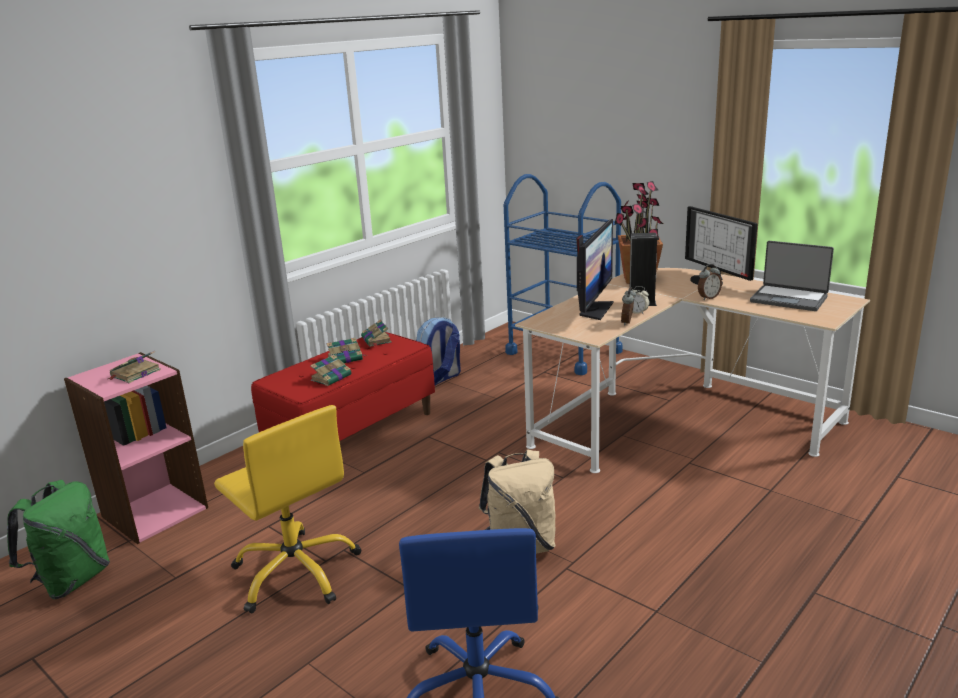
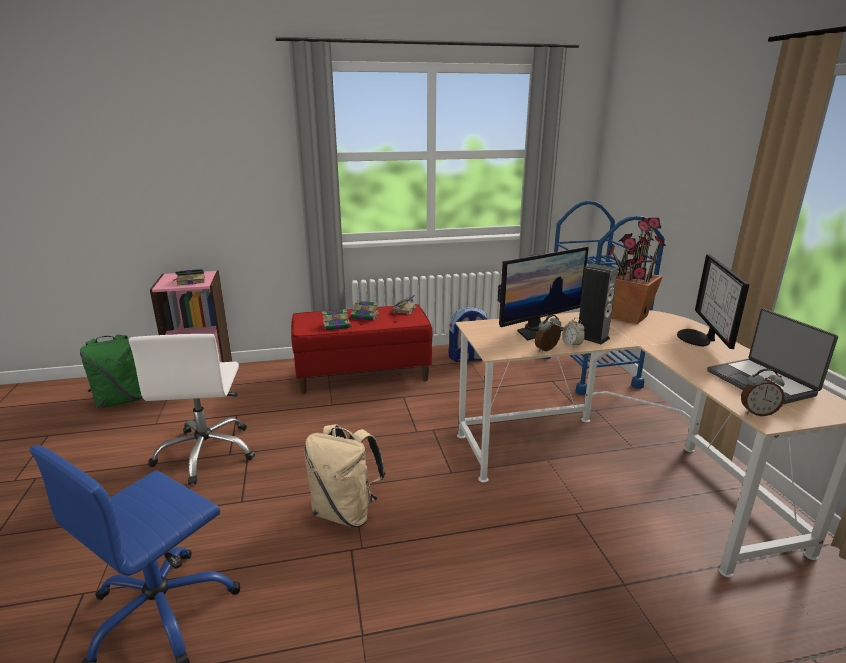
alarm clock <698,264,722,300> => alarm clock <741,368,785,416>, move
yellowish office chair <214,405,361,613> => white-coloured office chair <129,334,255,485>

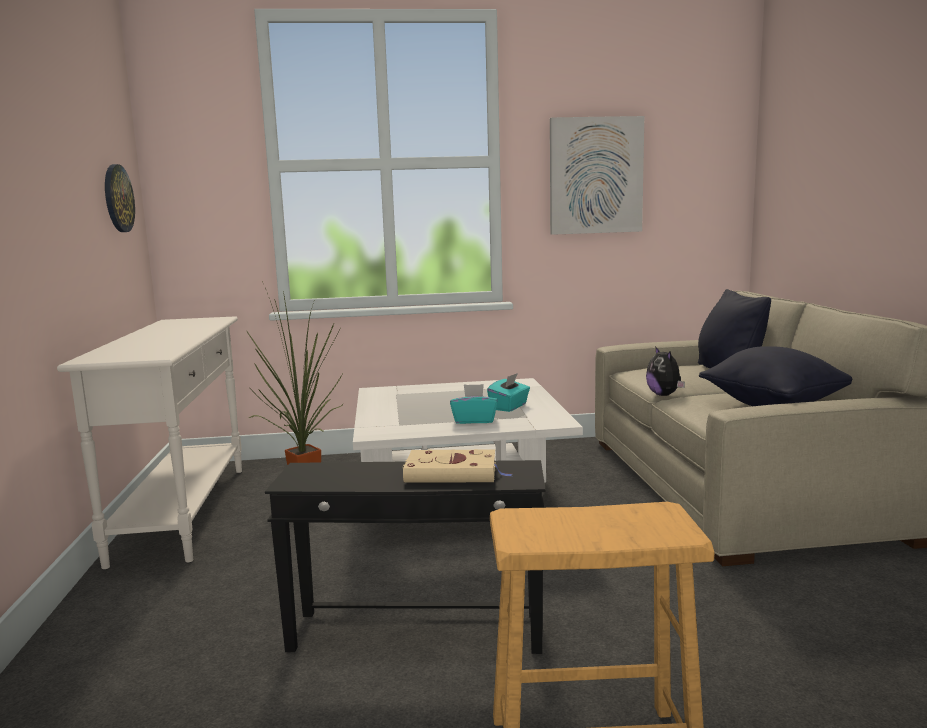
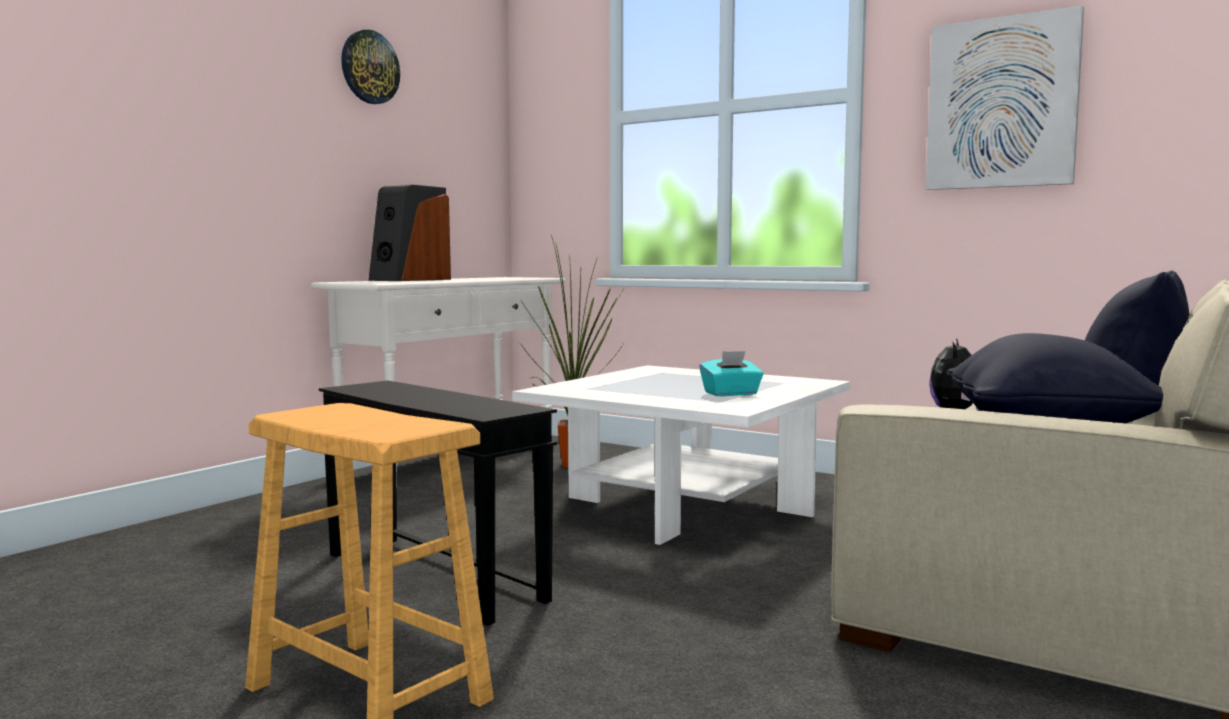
beige-coloured bound book <403,449,512,483> => nothing
blue-green tissue holder <450,384,498,424> => nothing
nothing => speaker <368,185,451,281>
wall clock <105,164,135,232> => wall clock <341,30,400,104>, move

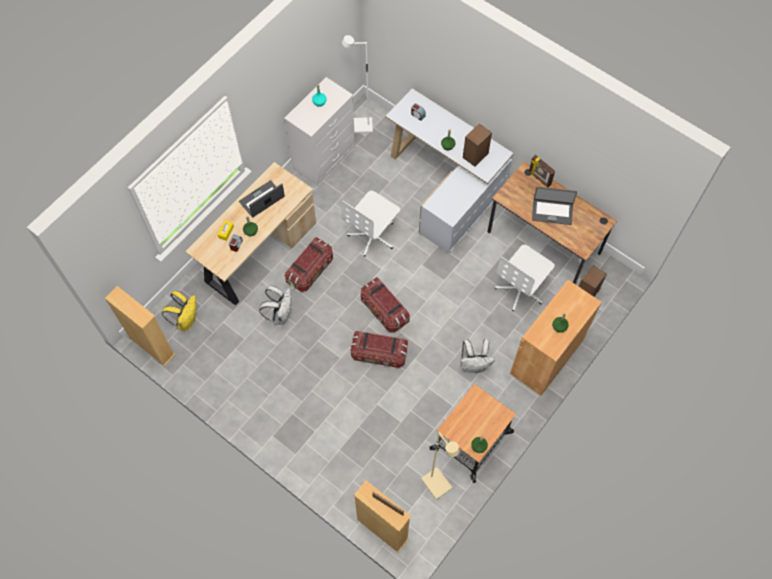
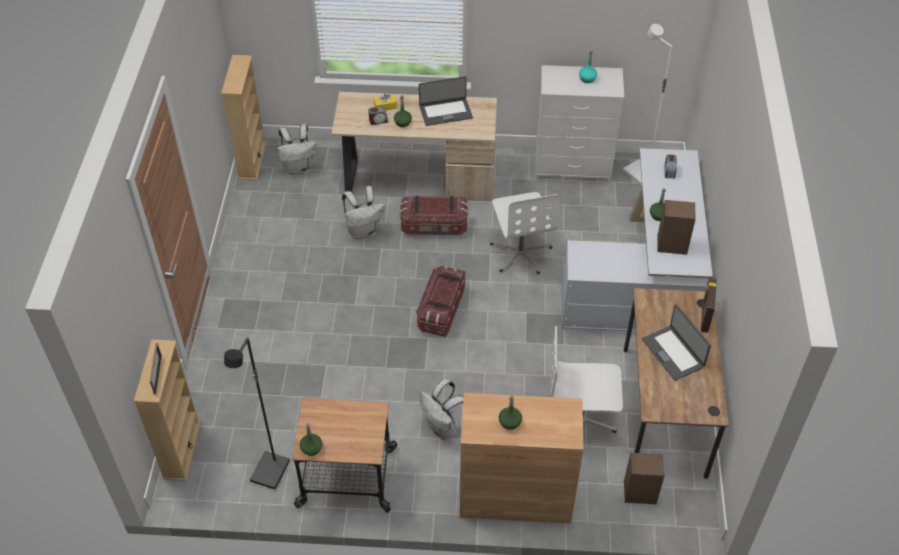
storage container <351,331,408,368> => nothing
yellowish backpack <162,291,197,331> => white-coloured backpack <278,124,317,175>
beige-coloured standard lamp <421,432,460,500> => black standard lamp <224,337,290,489>
laptop <239,180,285,217> => laptop <419,76,473,126>, 150 degrees clockwise
white-coloured office chair <341,191,400,256> => white-coloured office chair <490,192,560,274>, 105 degrees counterclockwise

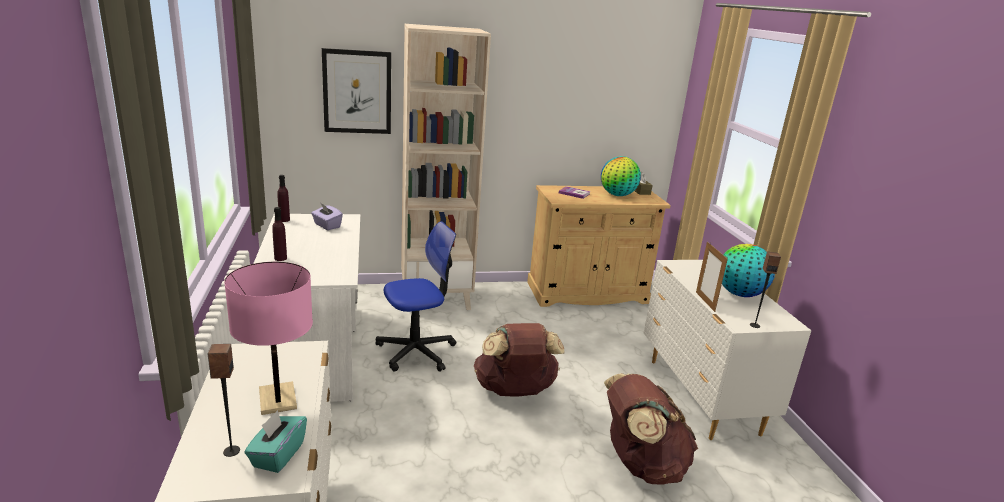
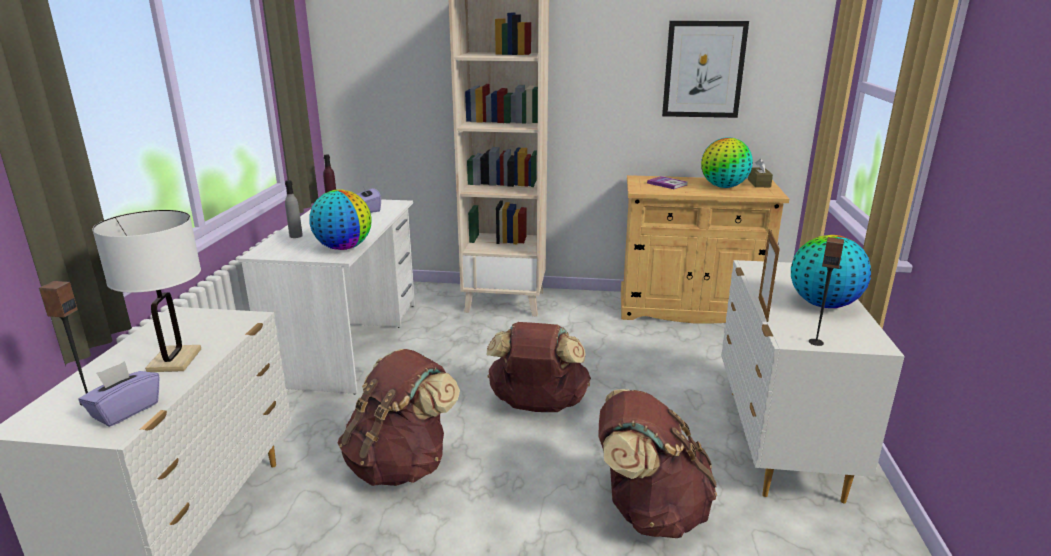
office chair <375,221,456,372> => nothing
nothing => world globe <309,189,371,250>
nothing => brown backpack <338,349,460,486>
wall art <322,48,391,134> => wall art <662,21,749,118>, move
pink-coloured lamp for a table <224,262,313,415> => white-coloured lamp for a table <92,210,201,372>
blue-green tissue holder <244,410,307,473> => purple tissue holder <79,361,159,427>
purple beverage bottle <272,207,287,261> => grey beverage bottle <285,180,303,238>

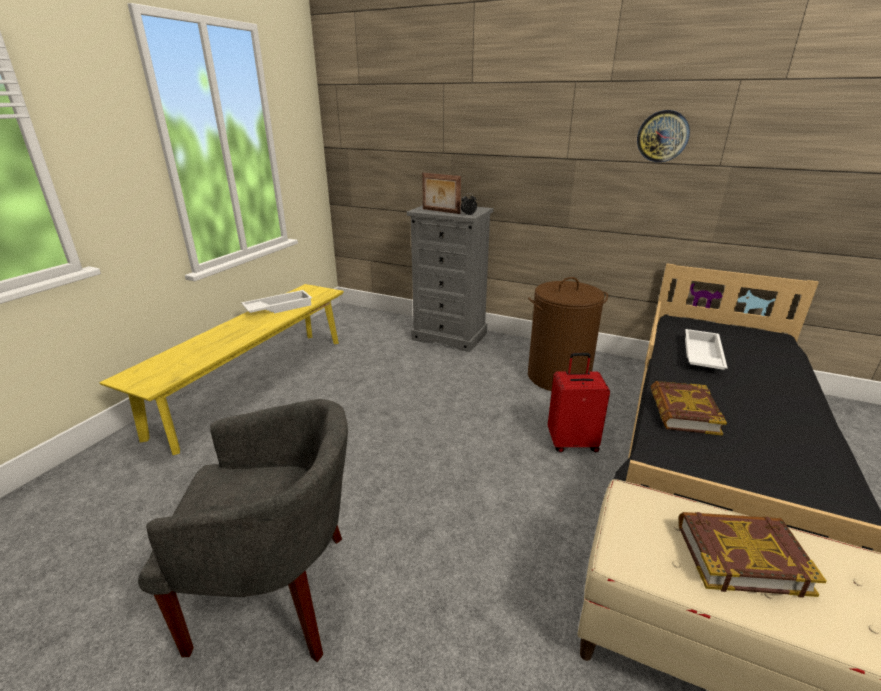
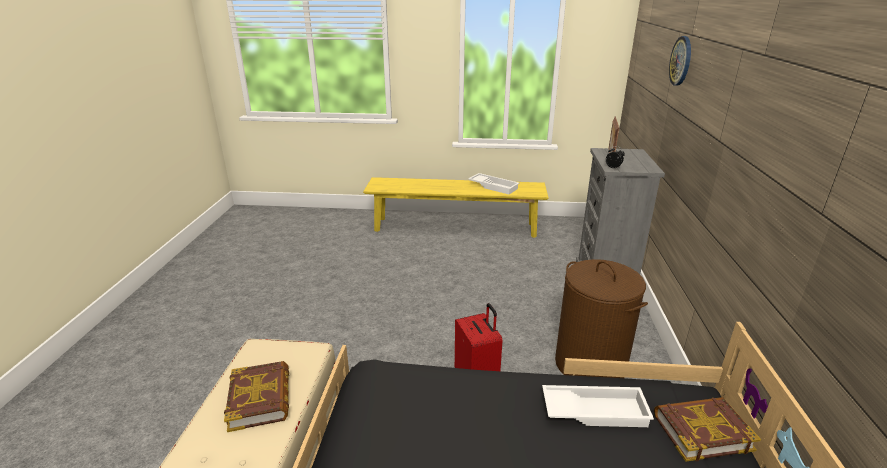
grey armchair <138,399,348,662> => nothing
wall clock <637,110,690,162> => wall clock <669,36,691,85>, move
bound book <651,381,727,436> => bound book <654,397,761,462>, move

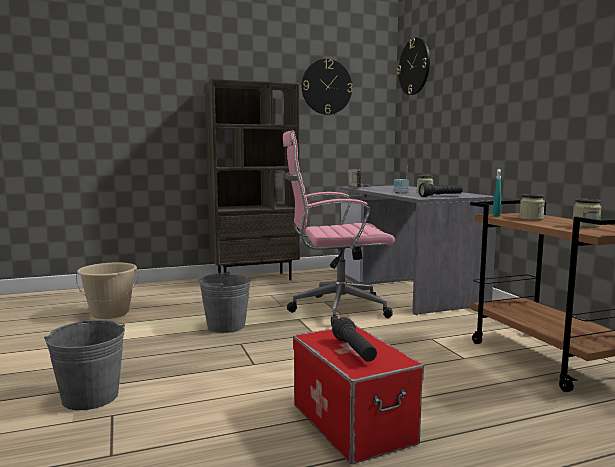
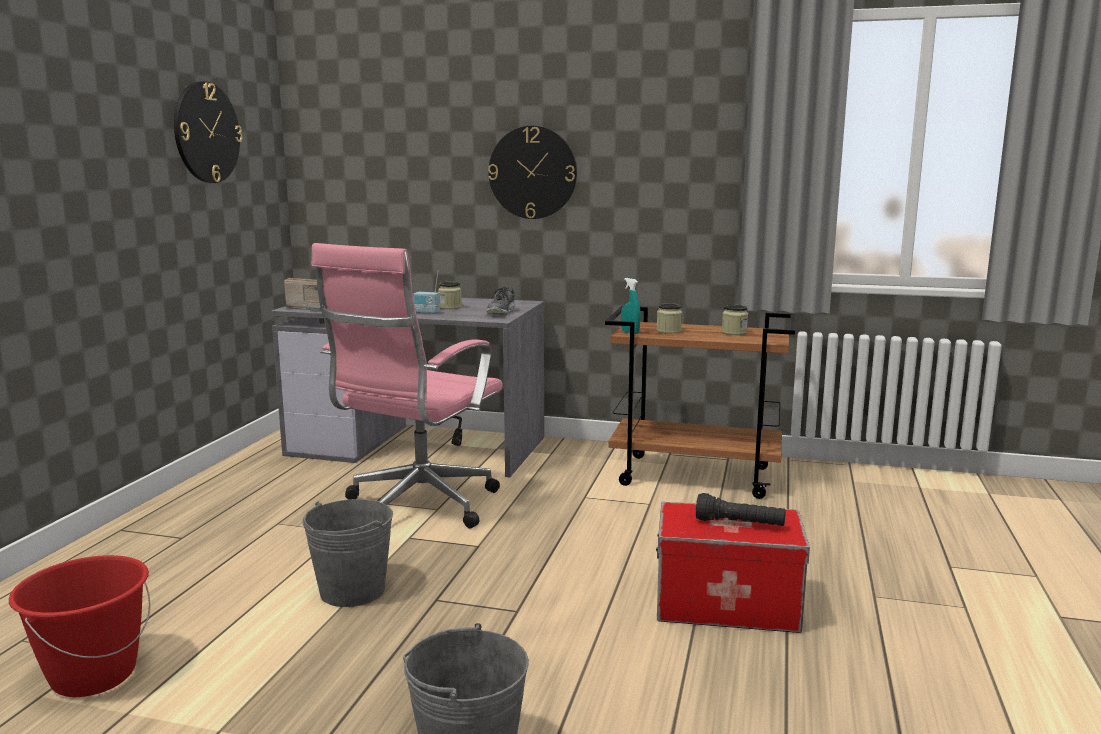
brown shelving unit <204,79,300,280> => nothing
wall clock <397,37,430,95> => wall clock <488,126,577,219>, move
black flashlight <419,183,463,197> => shoe <487,287,515,316>
beige-coloured water bucket <76,263,138,319> => reddish water bucket <9,555,151,697>

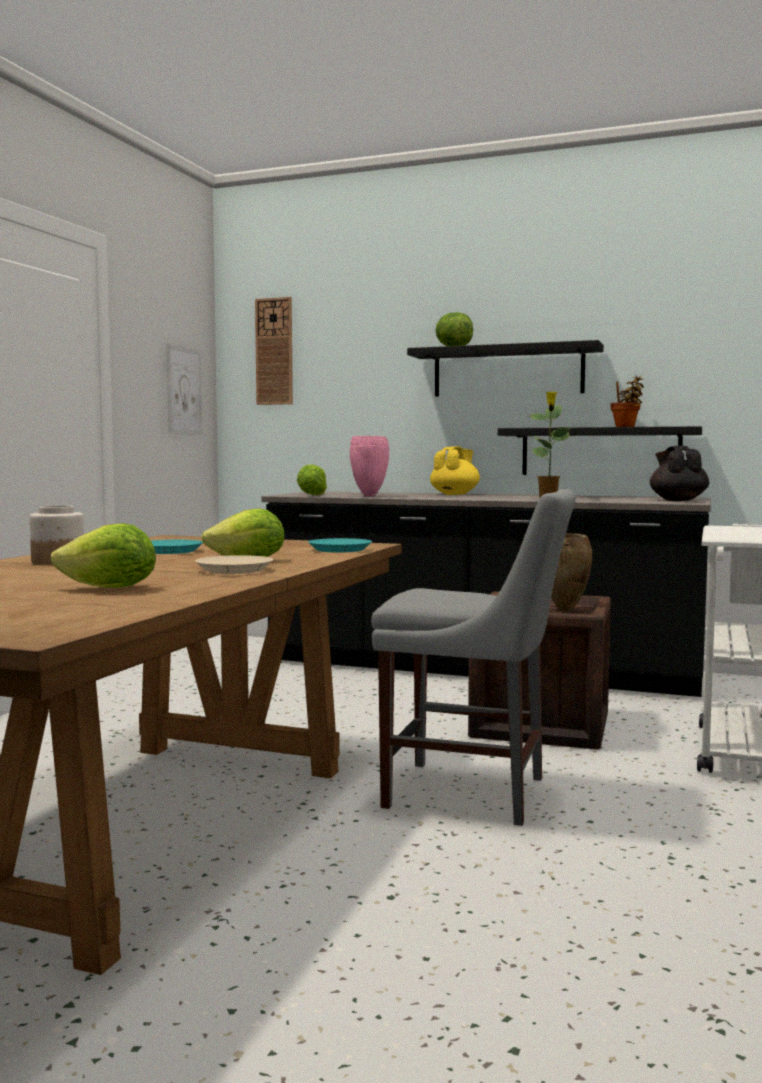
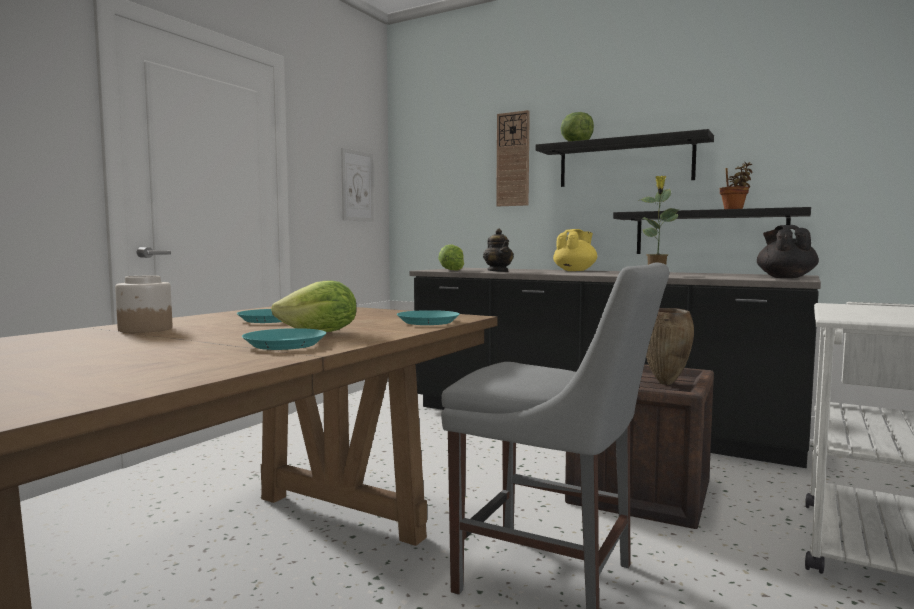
lettuce head <51,523,156,588> => nothing
wall clock <255,297,293,405> => wall clock <496,110,530,206>, move
pink-coloured decorative vase <350,436,389,496> => tea pot <483,229,514,272>
beige-coloured dinner plate <195,555,273,574> => blue-green dinner plate <242,328,326,350>

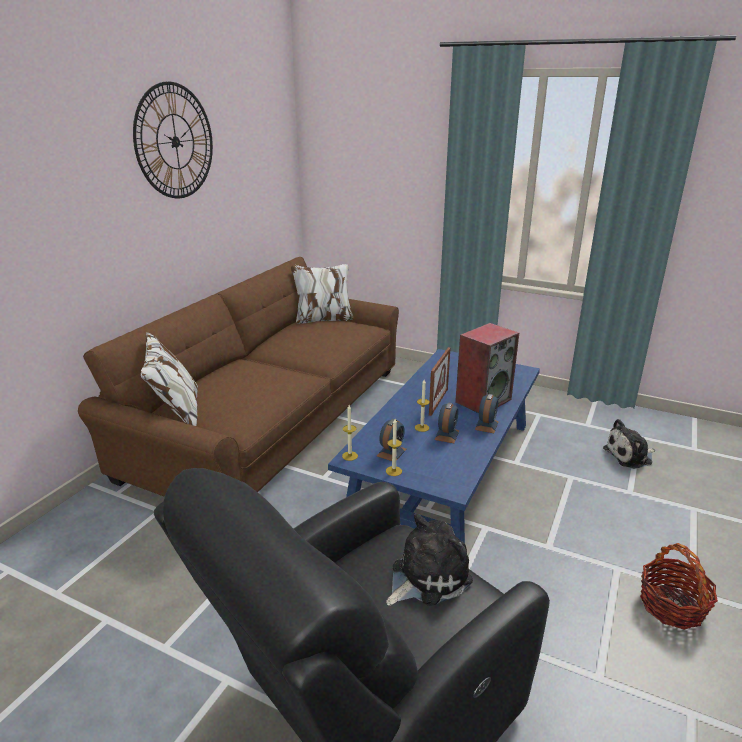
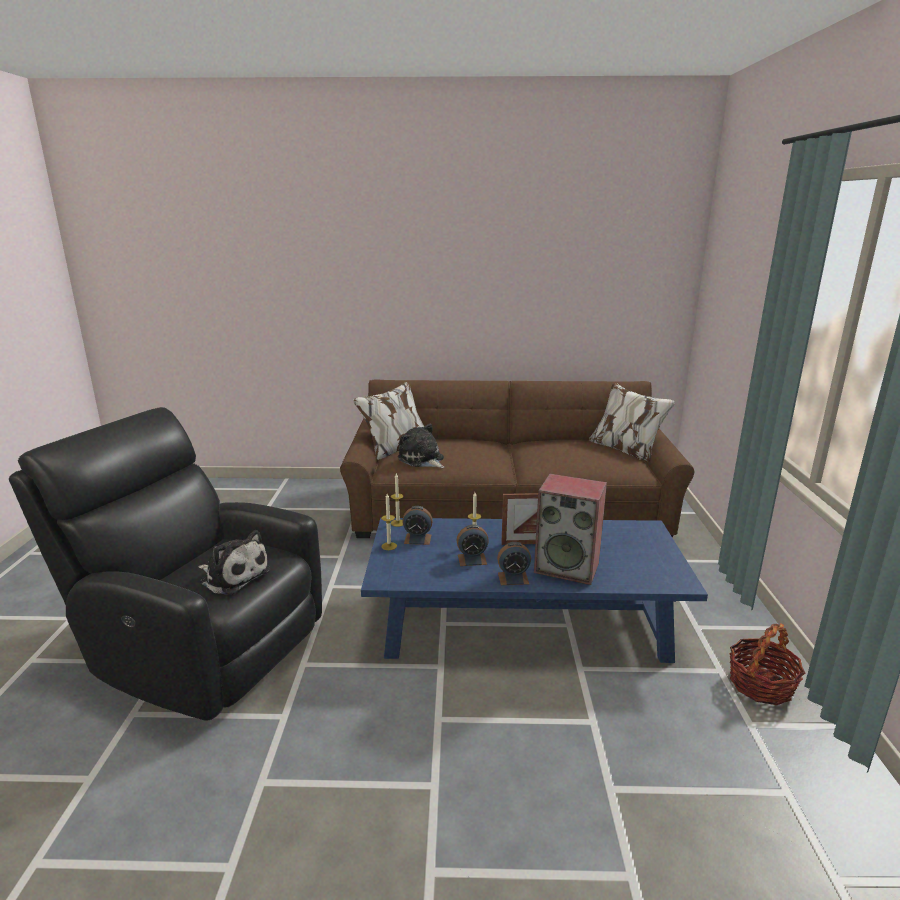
wall clock <133,81,213,199> => nothing
cuddly toy <603,419,655,469> => cuddly toy <398,424,445,468>, move
basket <640,543,718,630> => basket <730,623,805,705>, move

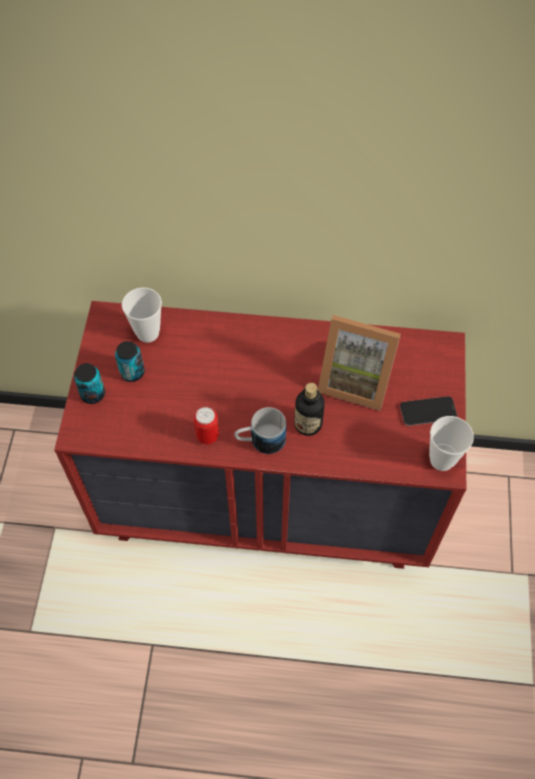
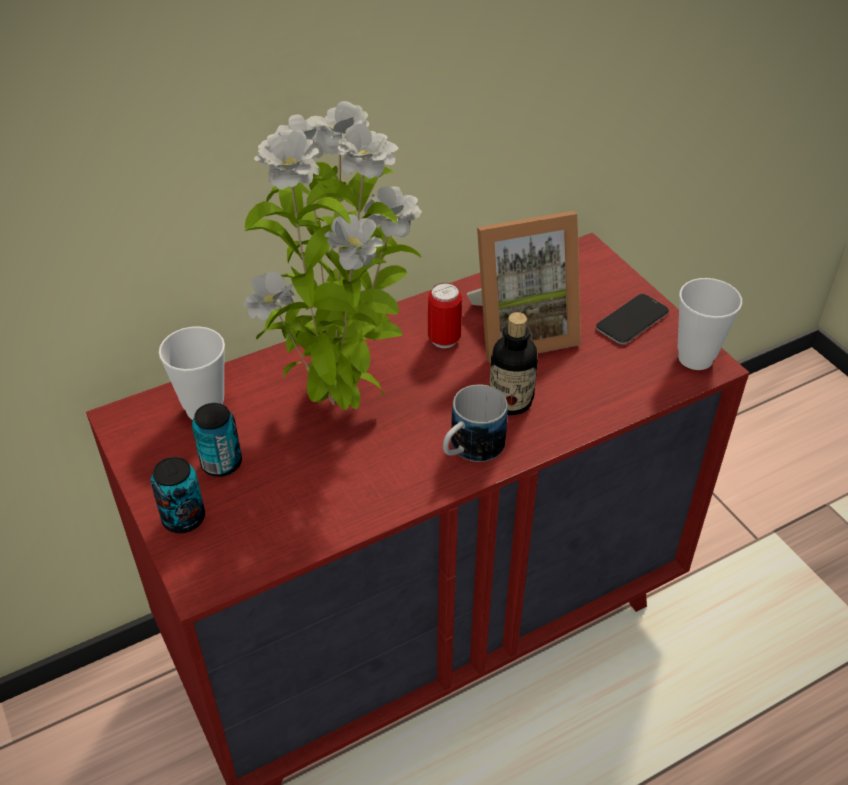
nothing => houseplant <243,101,422,410>
sealed can <193,407,219,444> => sealed can <428,283,462,348>, move

